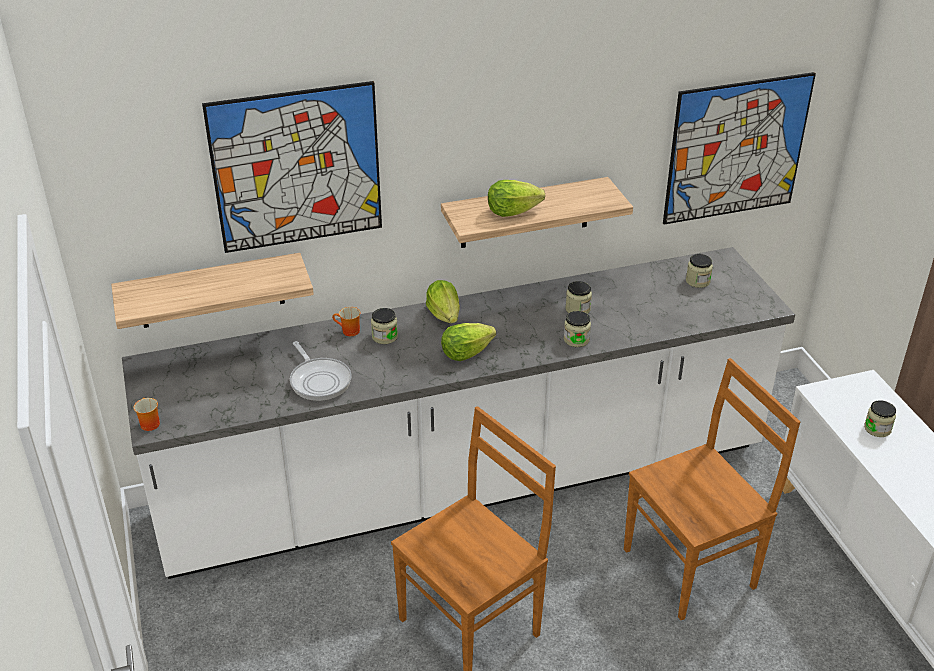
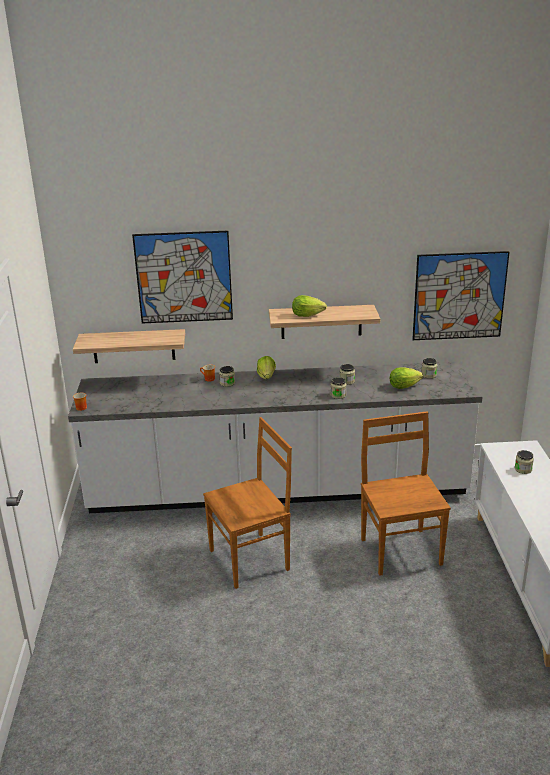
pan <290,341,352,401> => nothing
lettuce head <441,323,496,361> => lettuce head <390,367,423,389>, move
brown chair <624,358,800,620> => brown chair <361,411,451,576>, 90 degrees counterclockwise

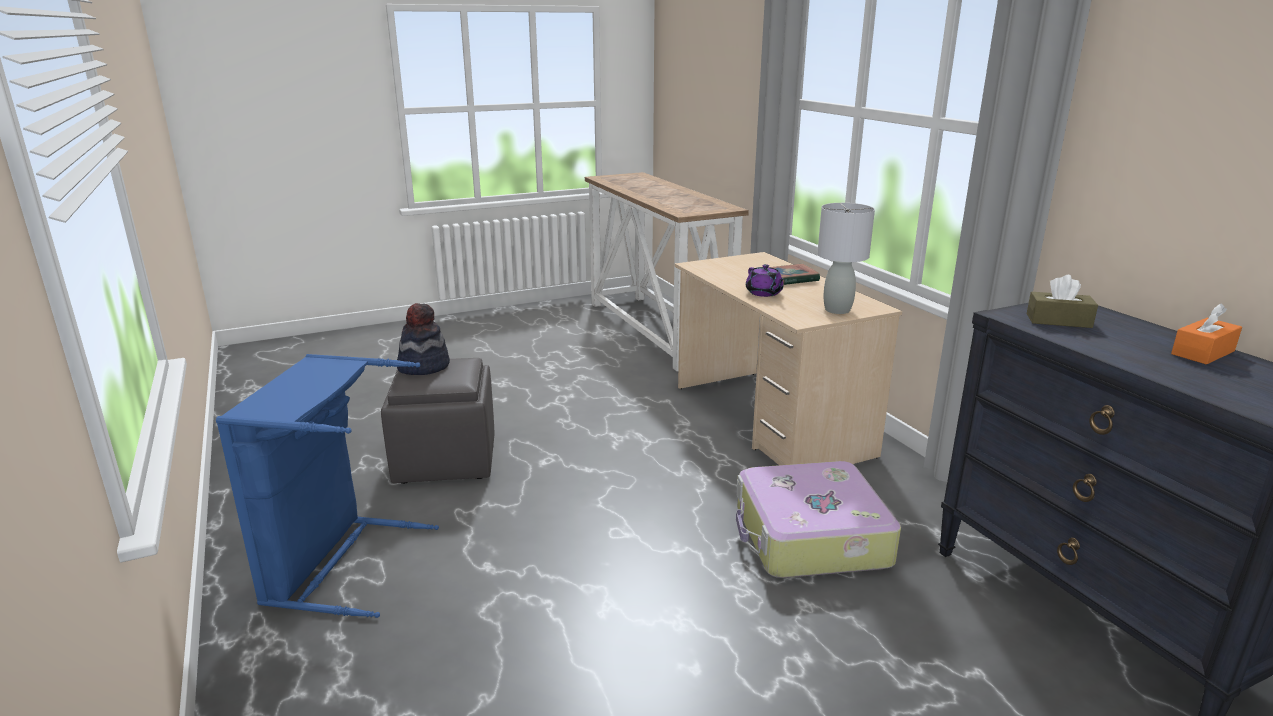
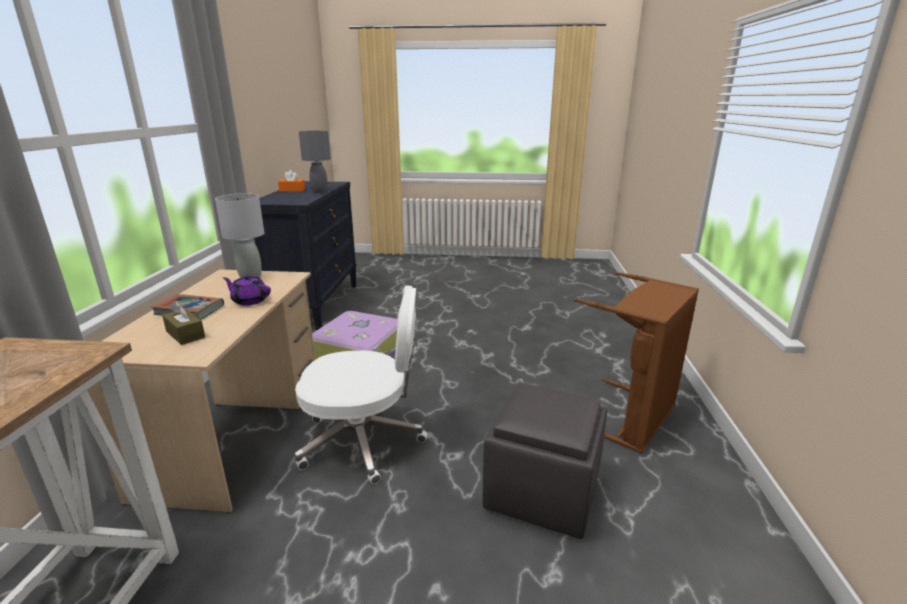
wearable hat <397,303,450,375> => nothing
nothing => white-coloured office chair <295,285,428,484>
nothing => grey lamp for a table <299,131,331,193>
brown tissue holder <1027,275,1098,328> => brown tissue holder <162,301,205,345>, move
bluish washing basket <216,354,439,618> => brown washing basket <574,272,699,453>
purple tea pot <746,264,785,297> => purple tea pot <223,275,271,306>, 75 degrees counterclockwise

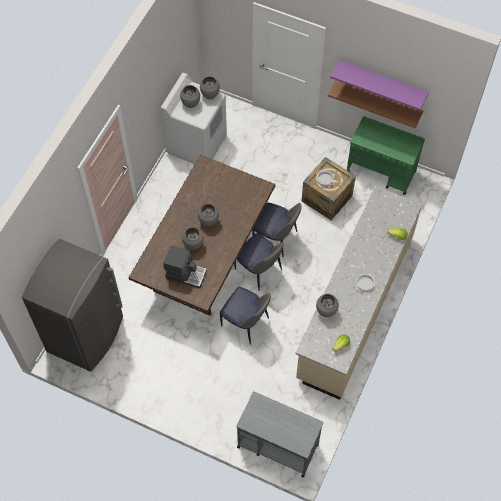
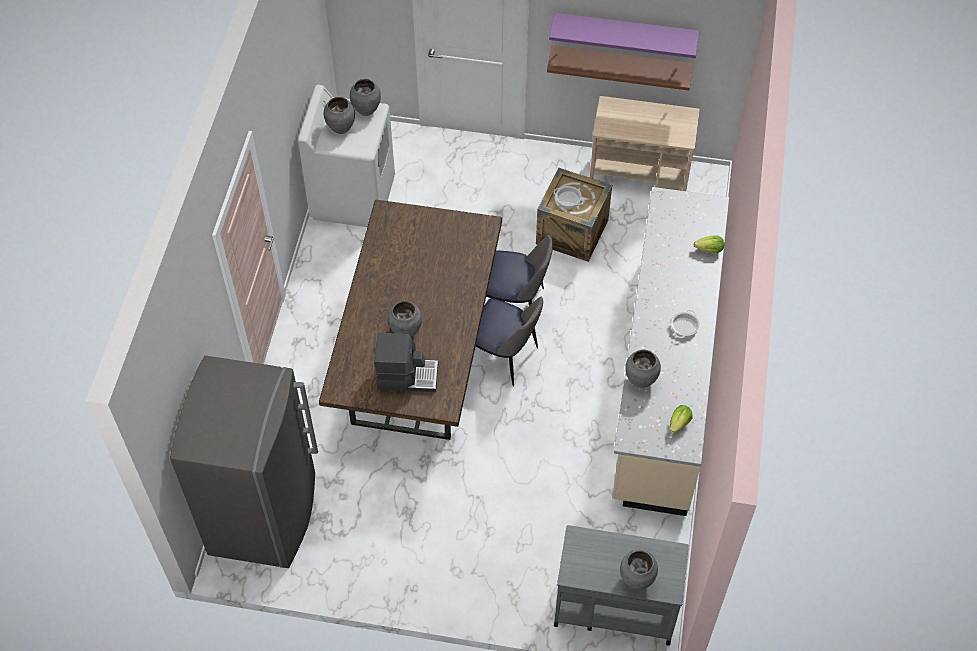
chair <220,287,271,345> => nothing
grey decorative vase <198,204,219,227> => grey decorative vase <620,550,658,590>, move
green-coloured cart <347,116,425,195> => beige-coloured cart <590,96,700,191>

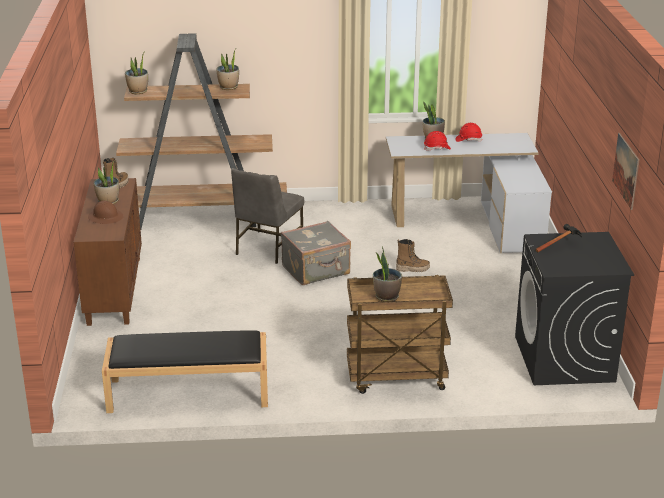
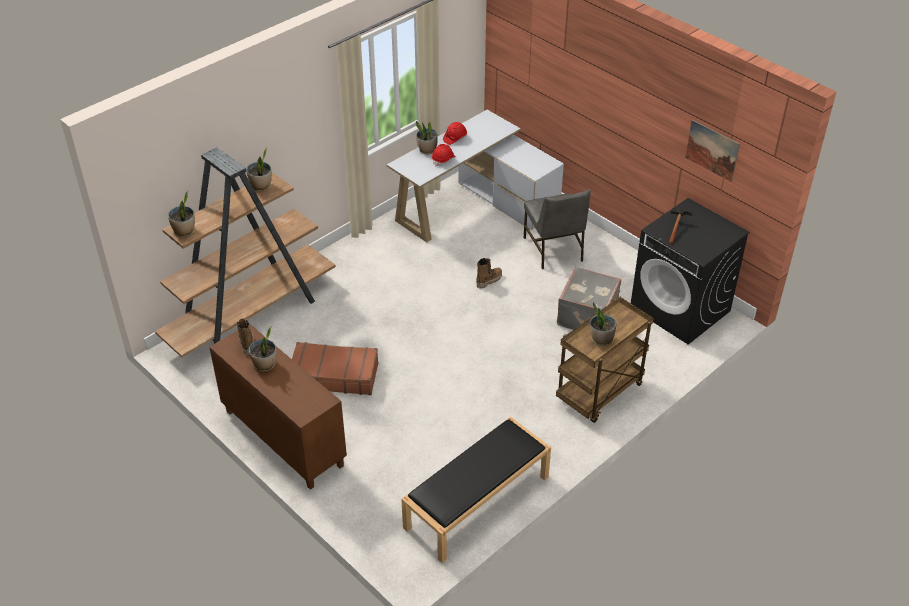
brown safety helmet <88,201,123,224> => nothing
nothing => brown suitcase <292,342,378,395>
grey chair <231,168,304,264> => grey chair <523,189,591,269>, move
grey suitcase <281,221,351,285> => grey suitcase <557,267,621,330>, move

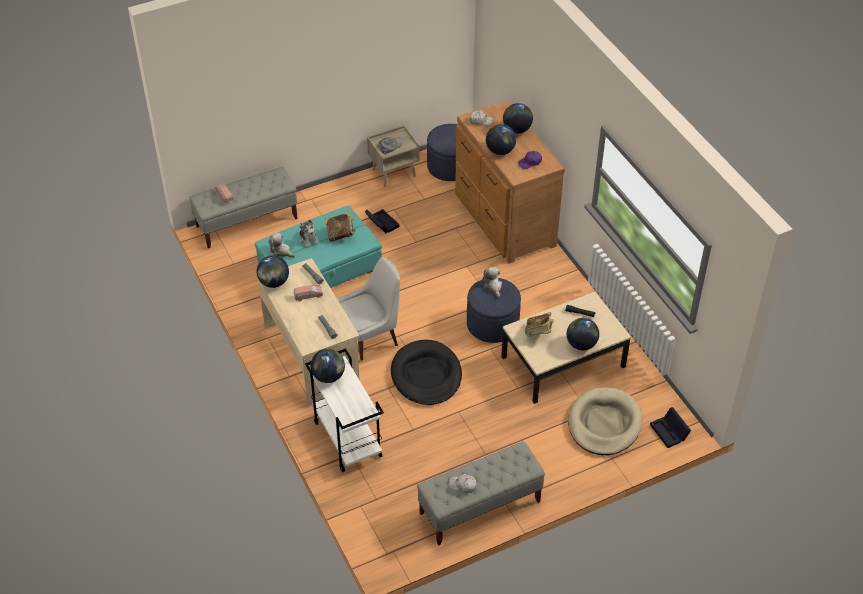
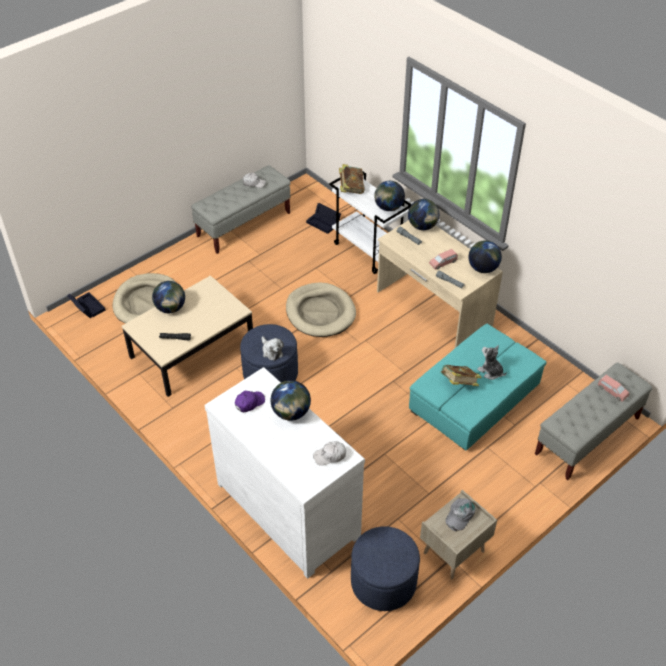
cuddly toy <269,233,295,258> => nothing
white-coloured chair <337,256,400,361> => nothing
black storage container <365,209,400,234> => black storage container <306,203,341,234>, move
world globe <503,103,533,134> => world globe <408,199,439,230>, move
bound book <525,312,554,337> => bound book <339,164,365,194>, move
black pet bed <391,340,462,405> => beige-coloured pet bed <286,283,356,337>
brown drawer chest <455,100,565,264> => white-coloured drawer chest <205,367,365,579>

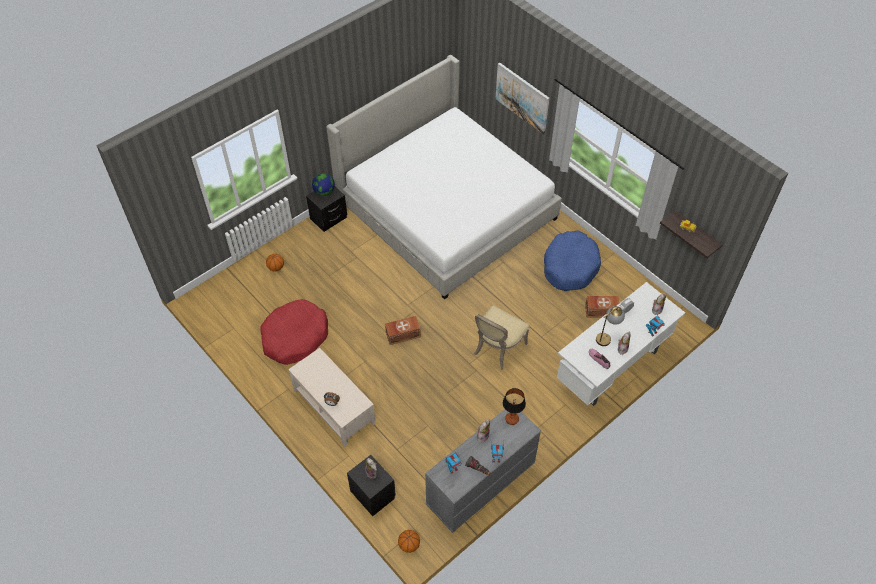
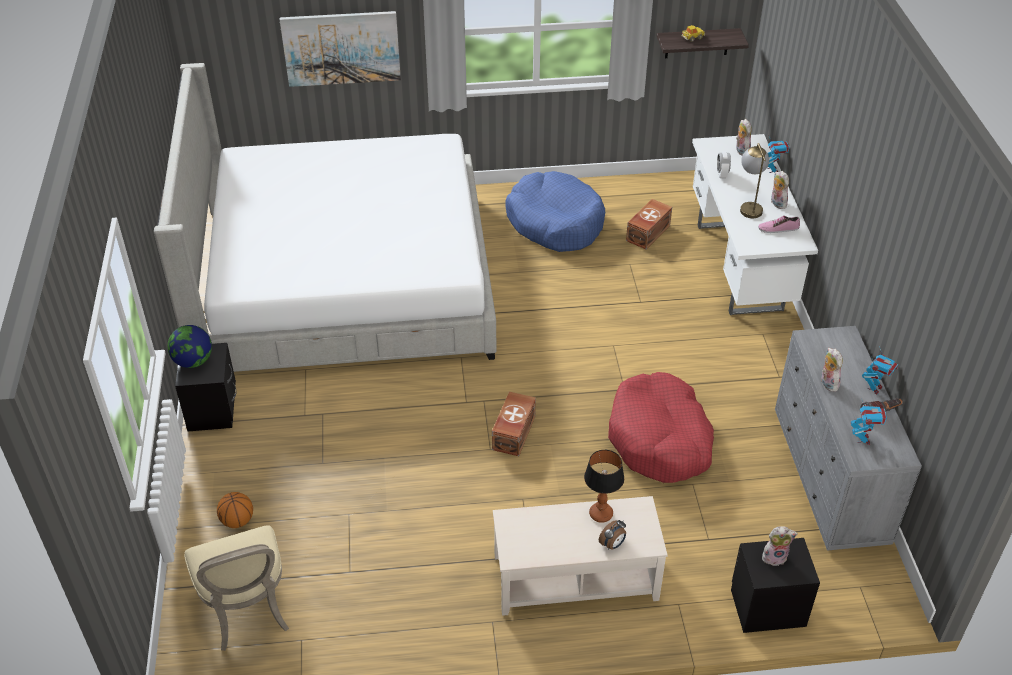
ball for basketball <398,530,420,553> => nothing
reddish pet bed <260,299,328,365> => reddish pet bed <608,372,714,483>, move
beige-coloured chair <474,305,530,370> => beige-coloured chair <184,525,289,651>, move
lamp for a table <503,388,526,425> => lamp for a table <584,450,624,523>, move

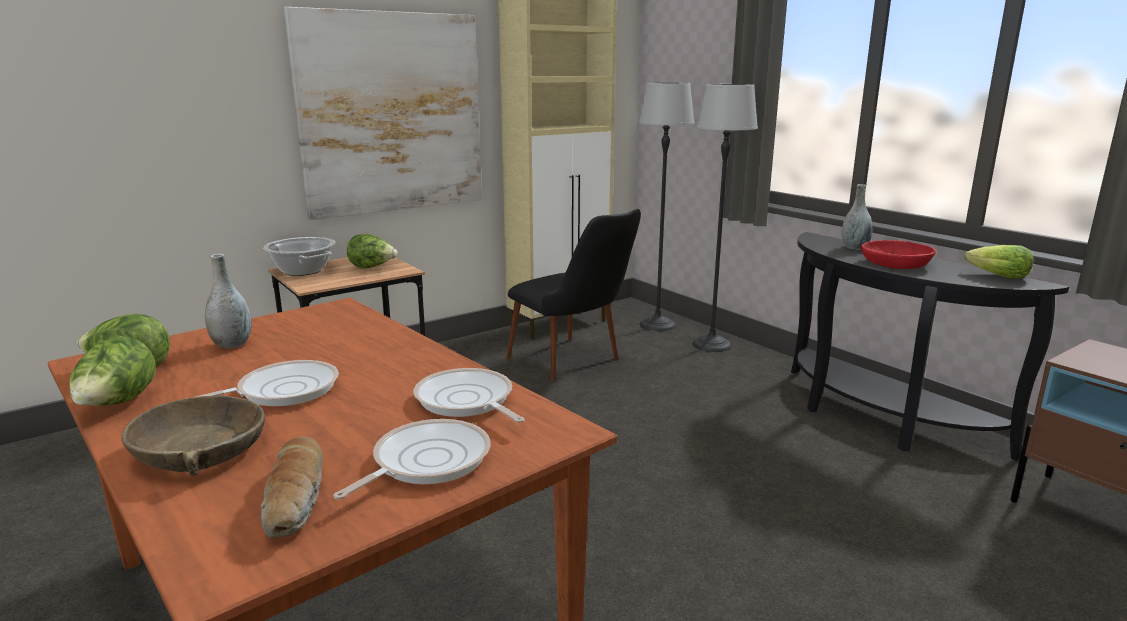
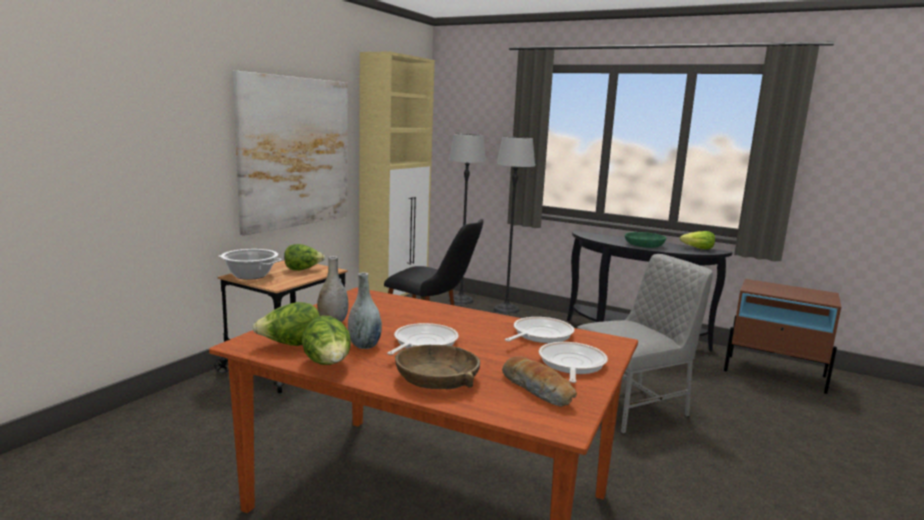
nothing => grey chair <577,254,713,434>
grey decorative vase <842,184,872,250> => grey decorative vase <348,272,382,349>, move
reddish deep dish <861,240,936,269> => green-coloured deep dish <625,232,667,248>
pan <414,368,525,423> => pan <505,317,574,343>, 105 degrees clockwise

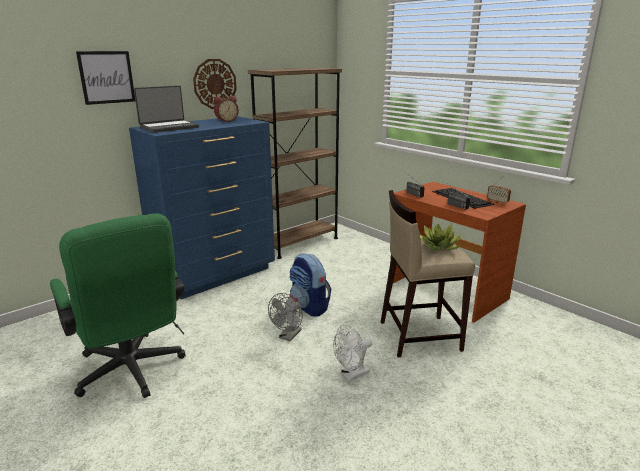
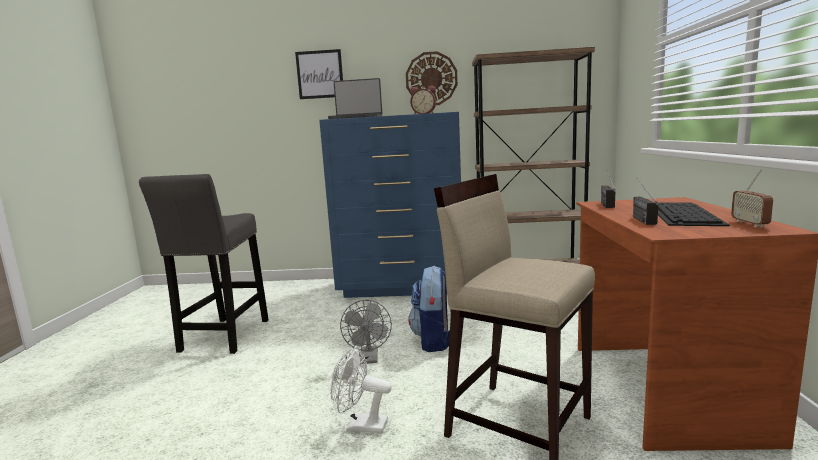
houseplant <420,223,462,251> => nothing
green-coloured office chair <50,213,185,398> => grey stool <139,174,269,354>
grey fan <268,293,302,341> => grey fan <340,300,392,364>, 75 degrees counterclockwise

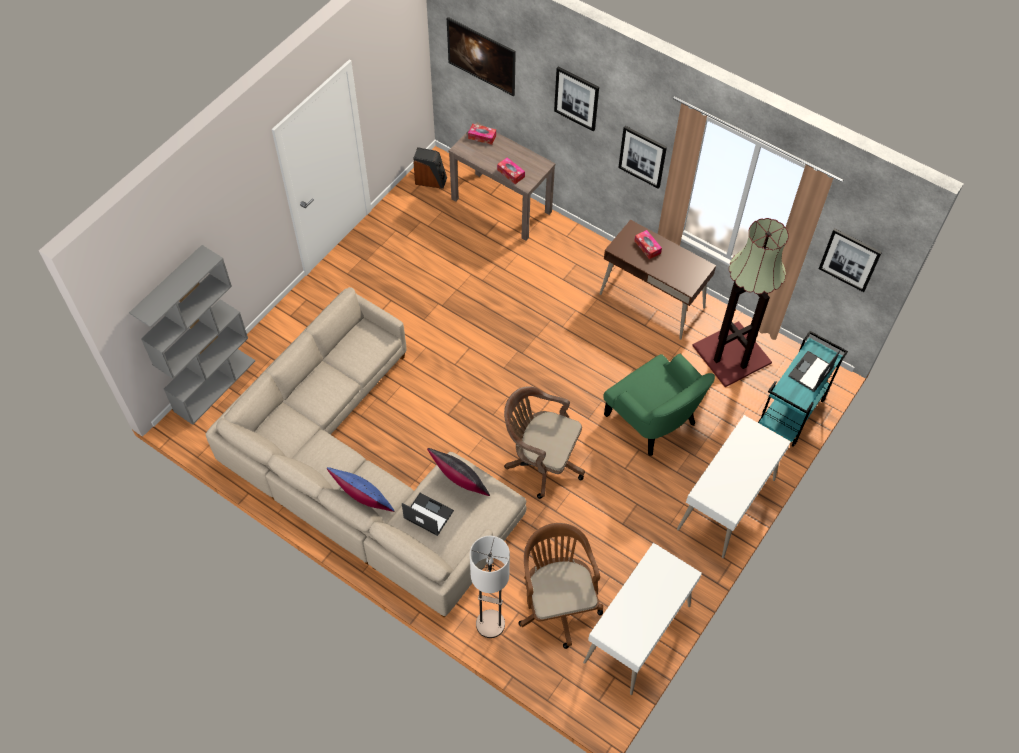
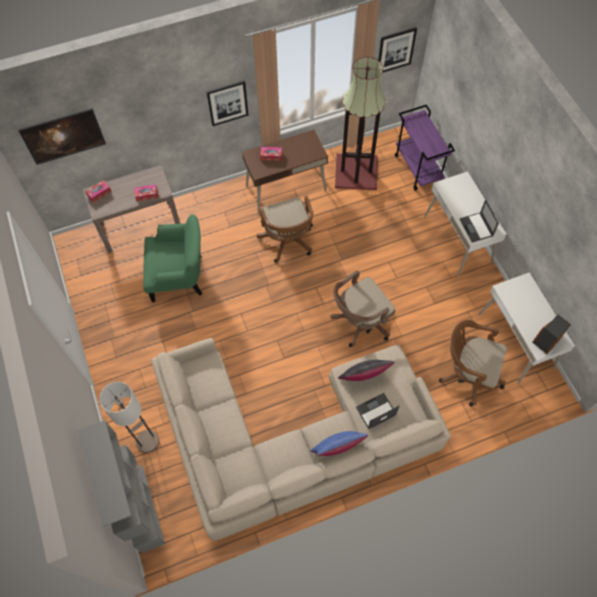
wall art <554,67,599,132> => nothing
nothing => brown office chair <257,196,313,263>
speaker <413,147,447,189> => speaker <532,315,571,354>, move
standard lamp <470,536,510,638> => standard lamp <99,382,159,453>, move
green-coloured armchair <603,353,715,456> => green-coloured armchair <143,214,202,302>, move
laptop <788,350,840,392> => laptop <460,199,499,243>, move
blue-green cart <758,331,848,447> => purple cart <395,105,455,191>

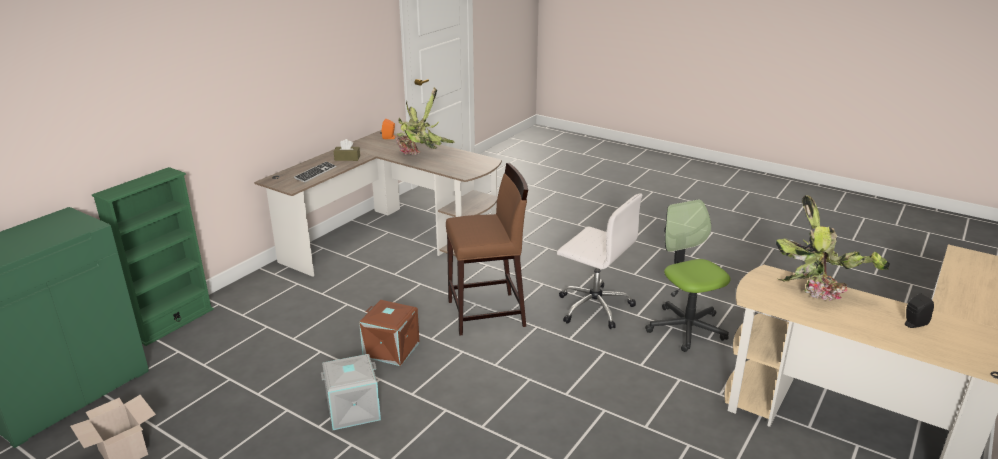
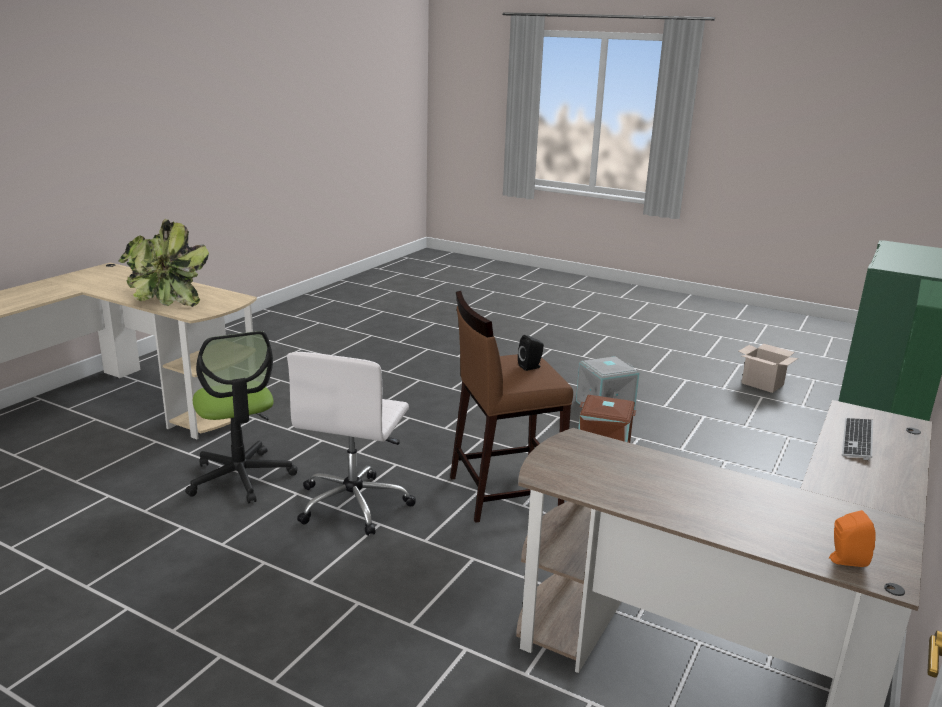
brown tissue holder <334,139,360,161> => nothing
houseplant <396,87,455,155> => nothing
black speaker <905,293,934,328> => black speaker <518,335,544,371>, move
white-coloured office chair <557,194,643,329> => white-coloured office chair <287,352,416,536>, 105 degrees counterclockwise

